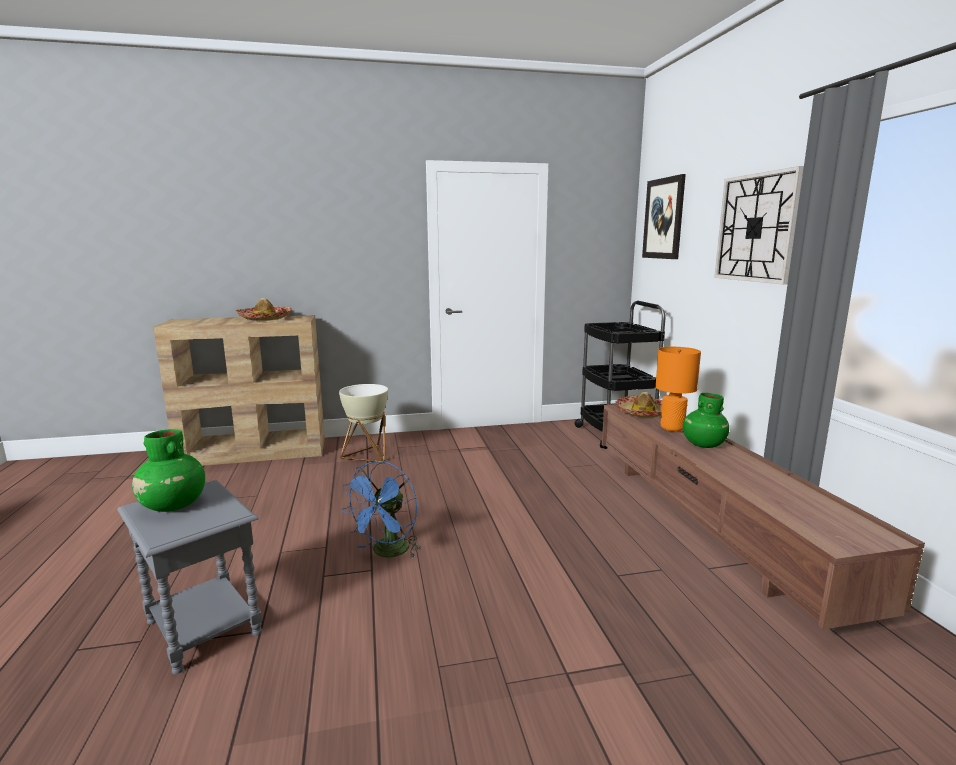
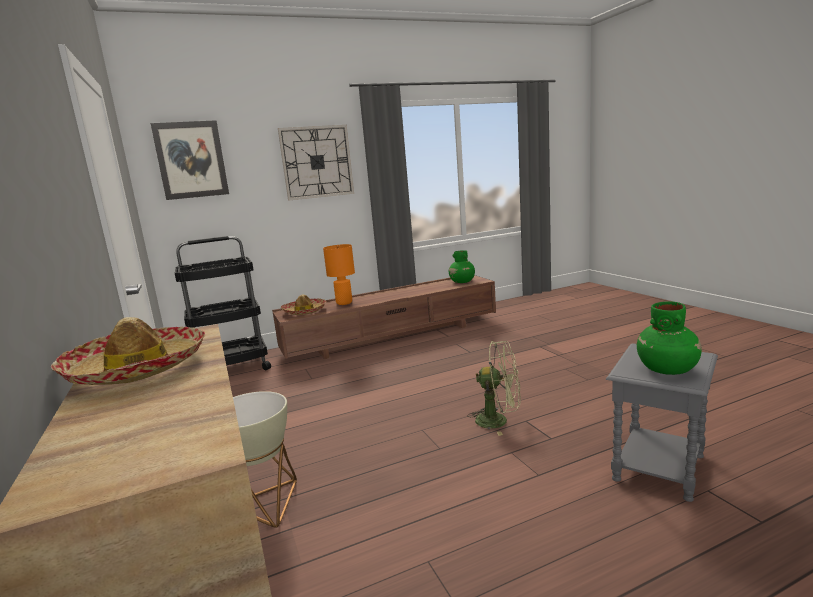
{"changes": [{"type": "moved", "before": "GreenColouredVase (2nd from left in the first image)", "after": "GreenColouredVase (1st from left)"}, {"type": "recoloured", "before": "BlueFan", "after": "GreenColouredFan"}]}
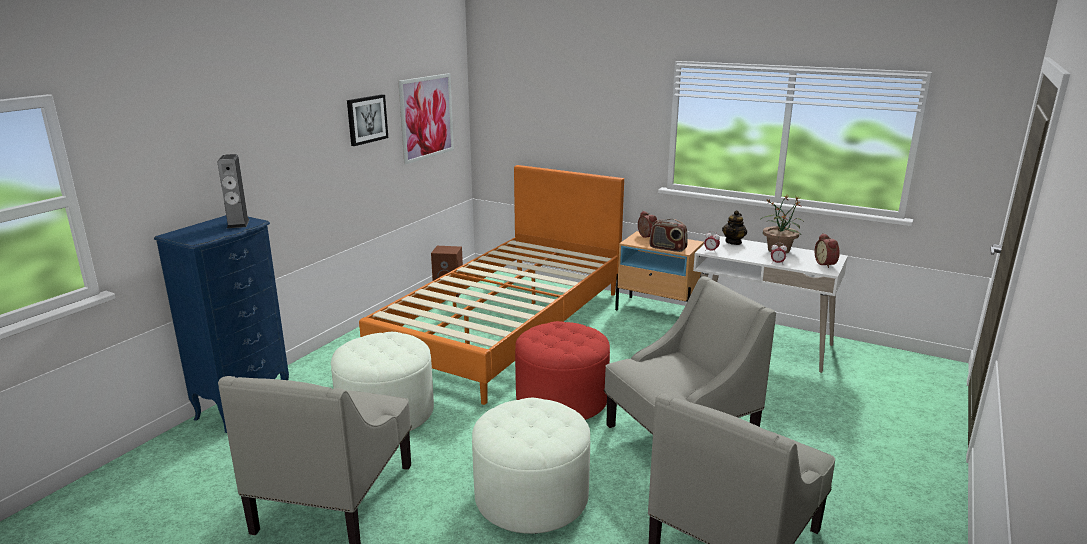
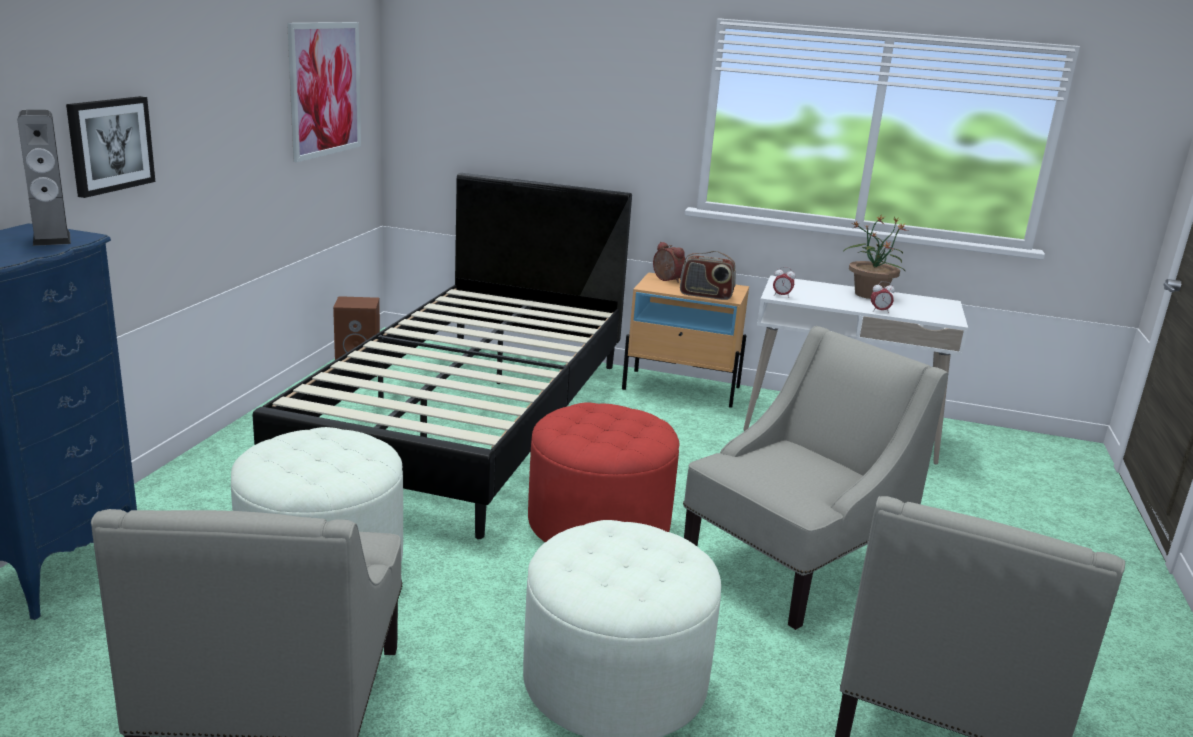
{"changes": [{"type": "removed", "before": "PotForTea"}, {"type": "removed", "before": "BedsideClock (4th from left)"}, {"type": "moved", "before": "WallArt (1st from left)"}, {"type": "recoloured", "before": "OrangeyBedroomBed", "after": "BlackishBedroomBed"}]}
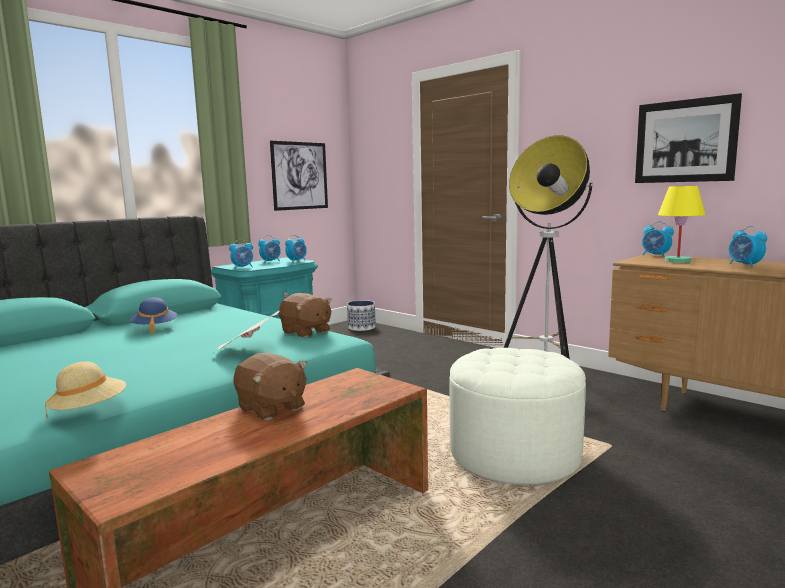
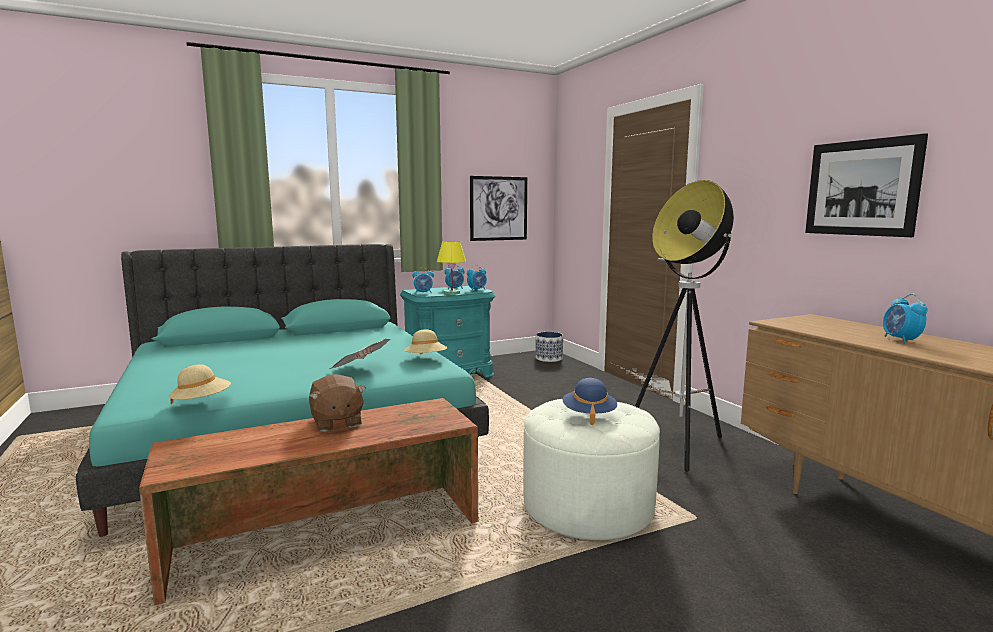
{"changes": [{"type": "removed", "before": "BedsideClock (4th from left)"}, {"type": "moved", "before": "BlueWearableHat"}, {"type": "moved", "before": "YellowColouredTabletopLamp"}, {"type": "replaced", "before": "BrownPlushToy (2nd from left)", "after": "SandColouredWearableHat (2nd from left)"}]}
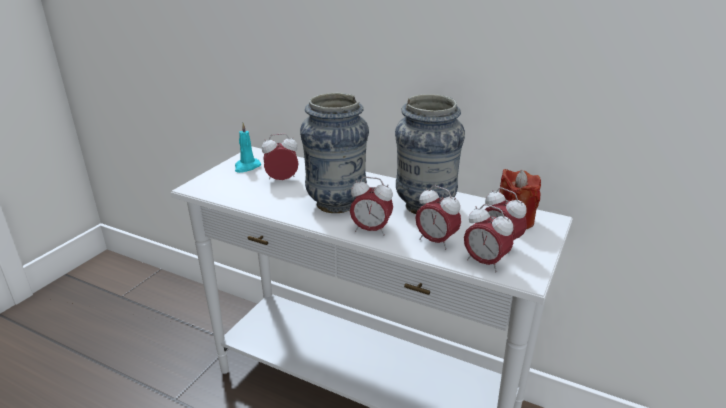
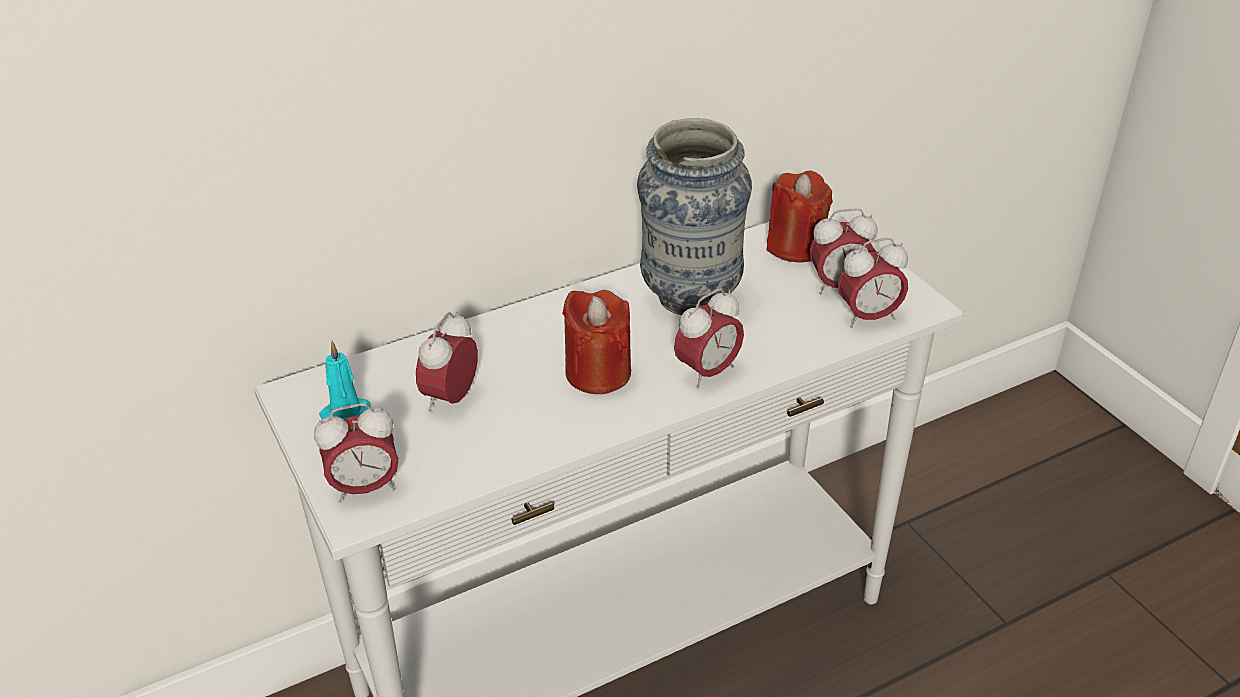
{"changes": [{"type": "moved", "before": "BedsideClock (3rd from left in the first image)", "after": "BedsideClock (1st from left)"}, {"type": "replaced", "before": "Vase (1st from left)", "after": "ReddishCandle (1st from left)"}]}
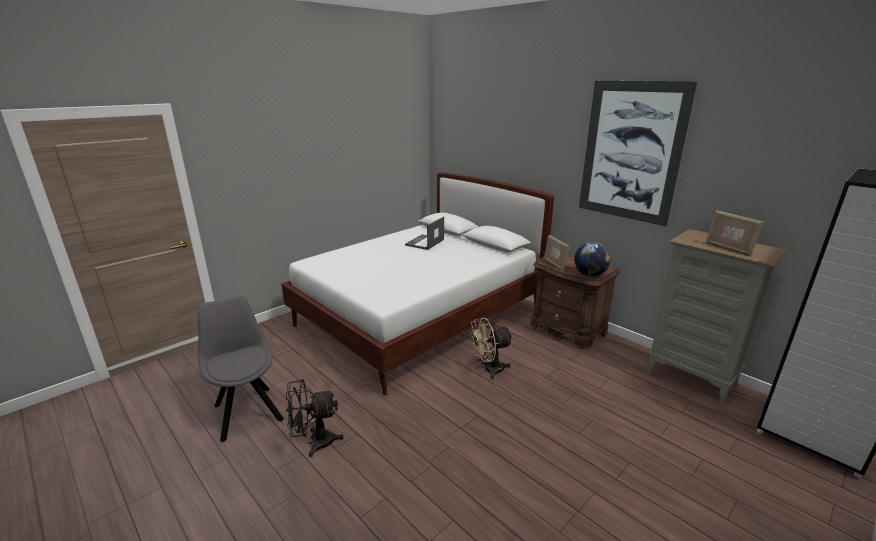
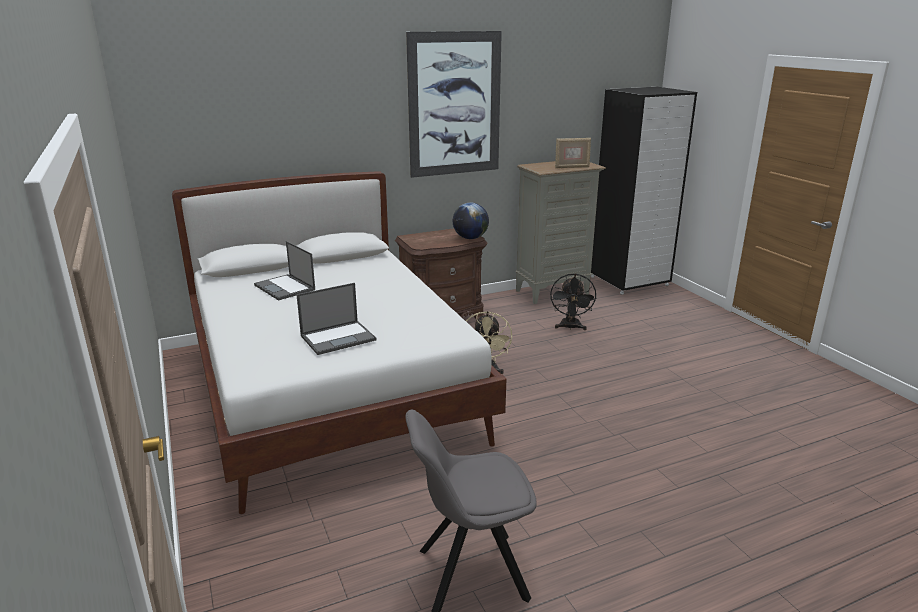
{"changes": [{"type": "removed", "before": "StandingFrame (1st from left)"}, {"type": "added", "after": "Laptop (2nd from left)"}, {"type": "moved", "before": "BlackishFan"}]}
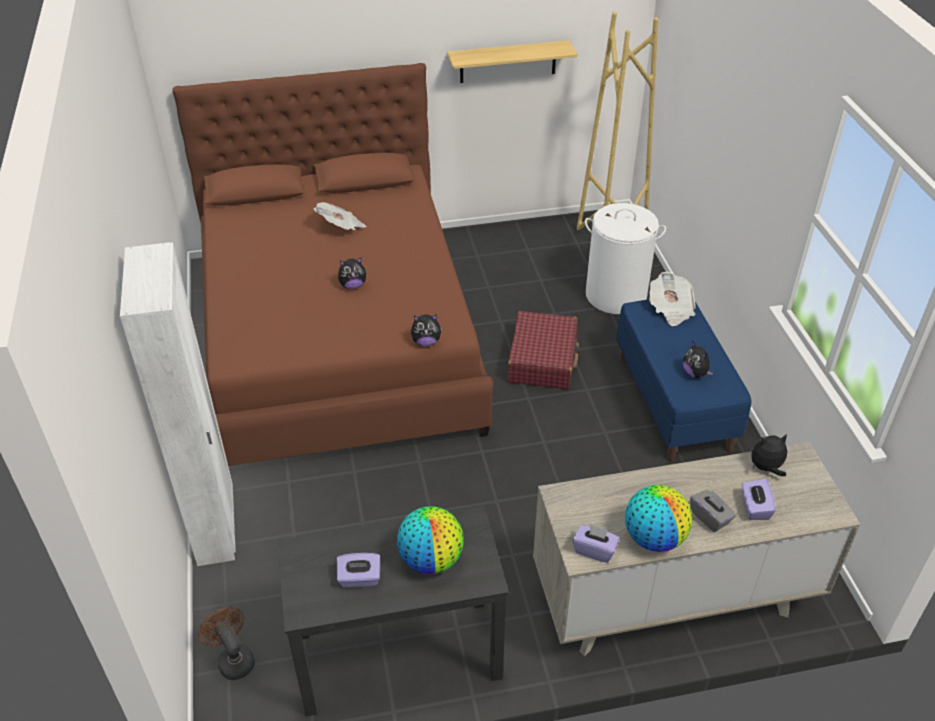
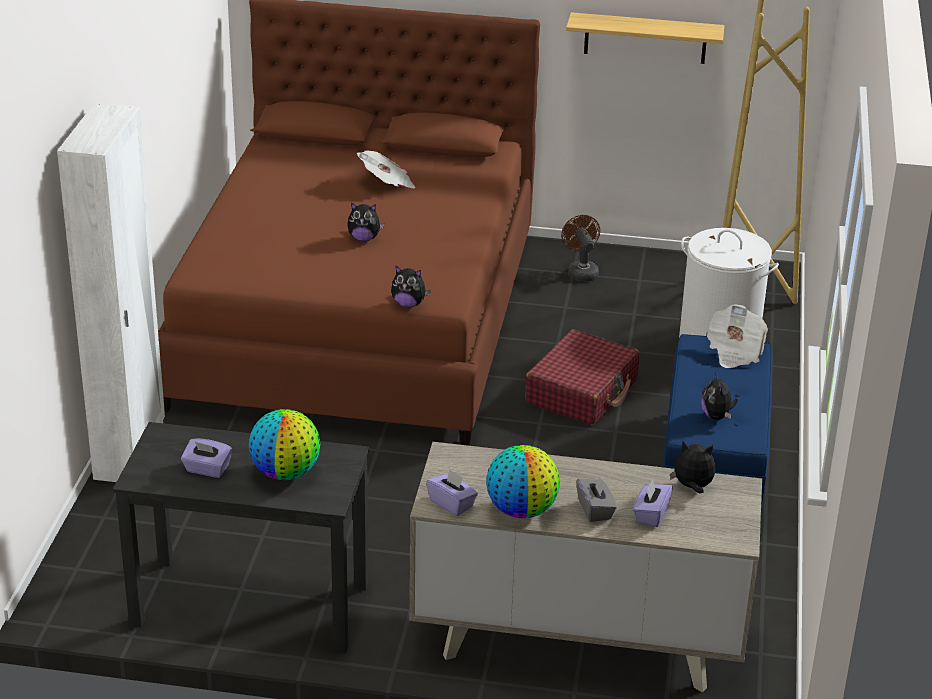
{"changes": [{"type": "moved", "before": "BrownFan"}]}
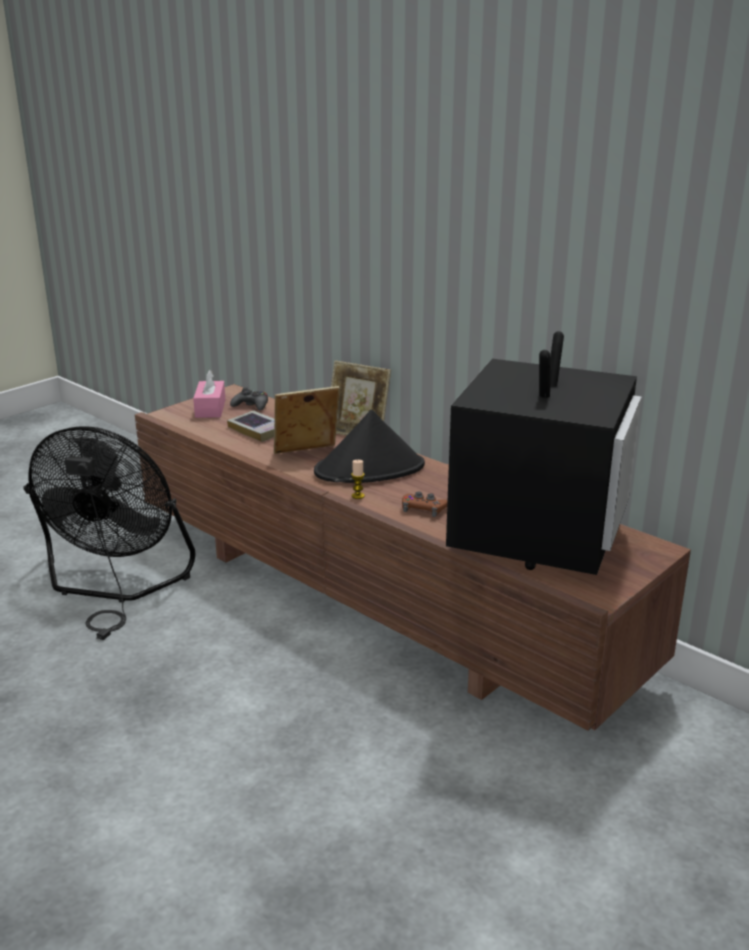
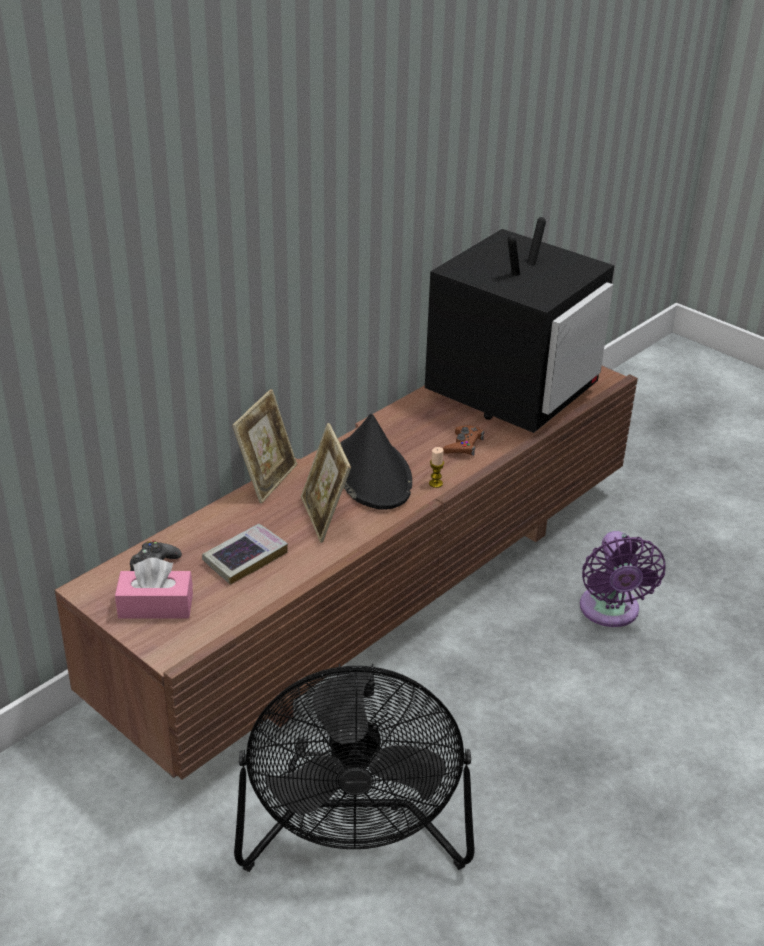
{"changes": [{"type": "added", "after": "PurpleColouredFan"}, {"type": "turned", "before": "BlackishFan", "turn": -105}, {"type": "turned", "before": "Tv", "turn": 105}]}
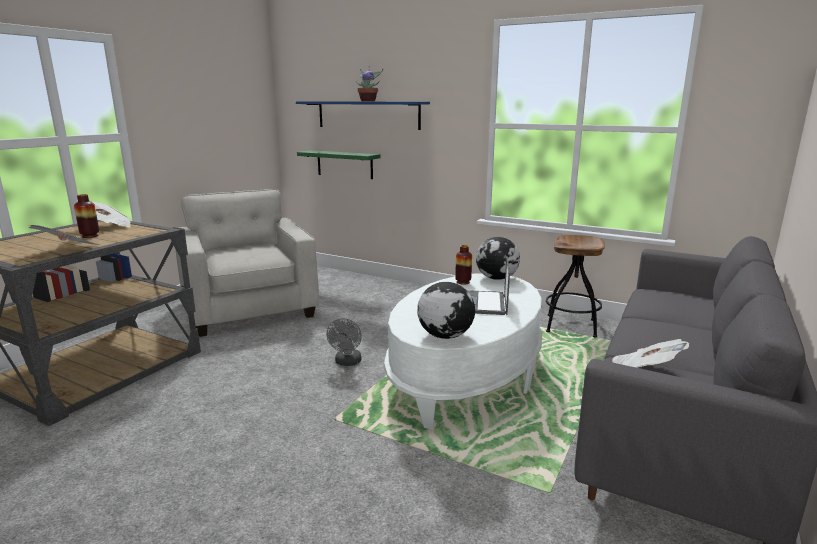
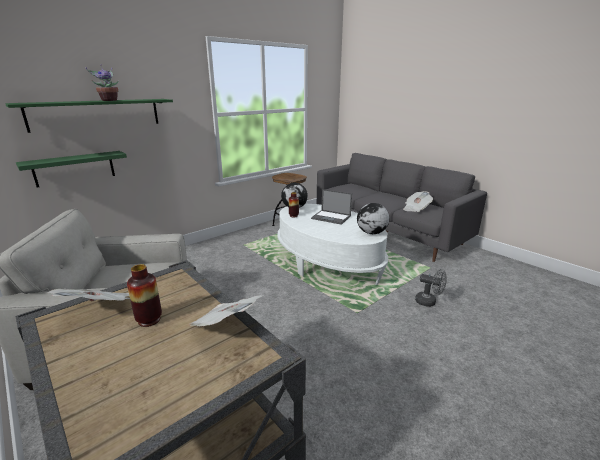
{"changes": [{"type": "moved", "before": "GreyishFan"}, {"type": "recoloured", "before": "BlueBracketShelf", "after": "GreenColouredBracketShelf (2nd from left)"}]}
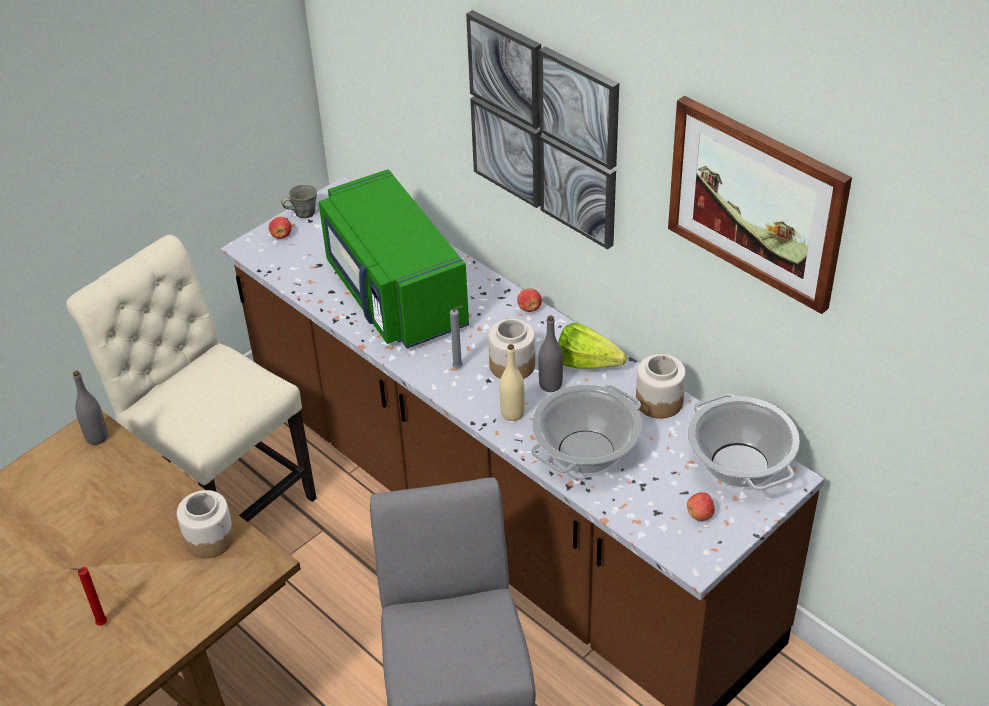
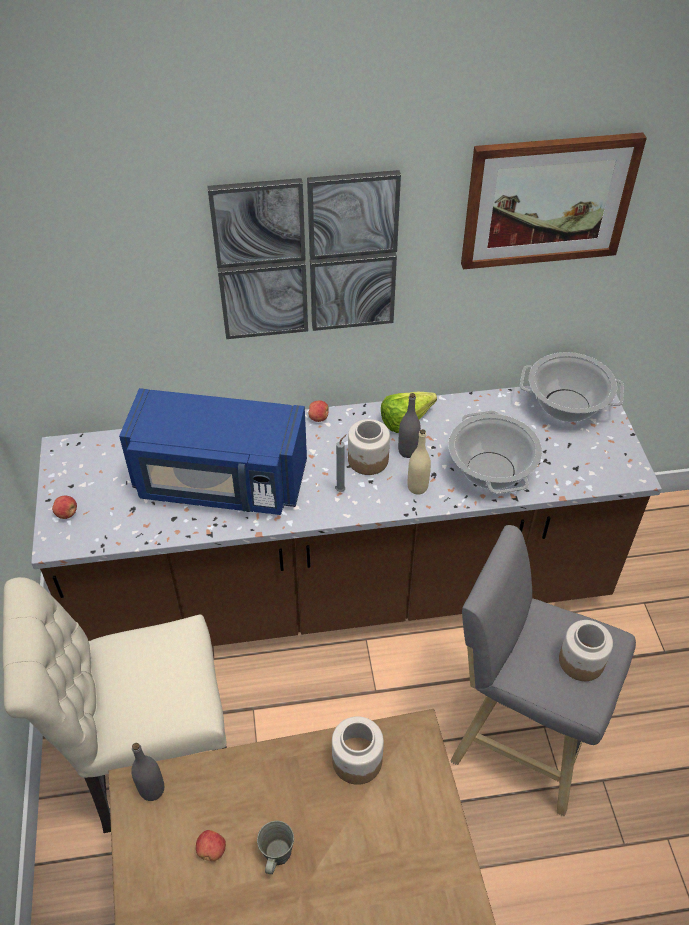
{"changes": [{"type": "removed", "before": "ReddishCandle"}, {"type": "moved", "before": "GreyishMug"}, {"type": "moved", "before": "Jar (3rd from left)"}, {"type": "moved", "before": "Apple (3rd from left in the first image)", "after": "Apple (2nd from left)"}, {"type": "recoloured", "before": "GreenColouredKitchenMicrowave", "after": "BlueKitchenMicrowave"}]}
